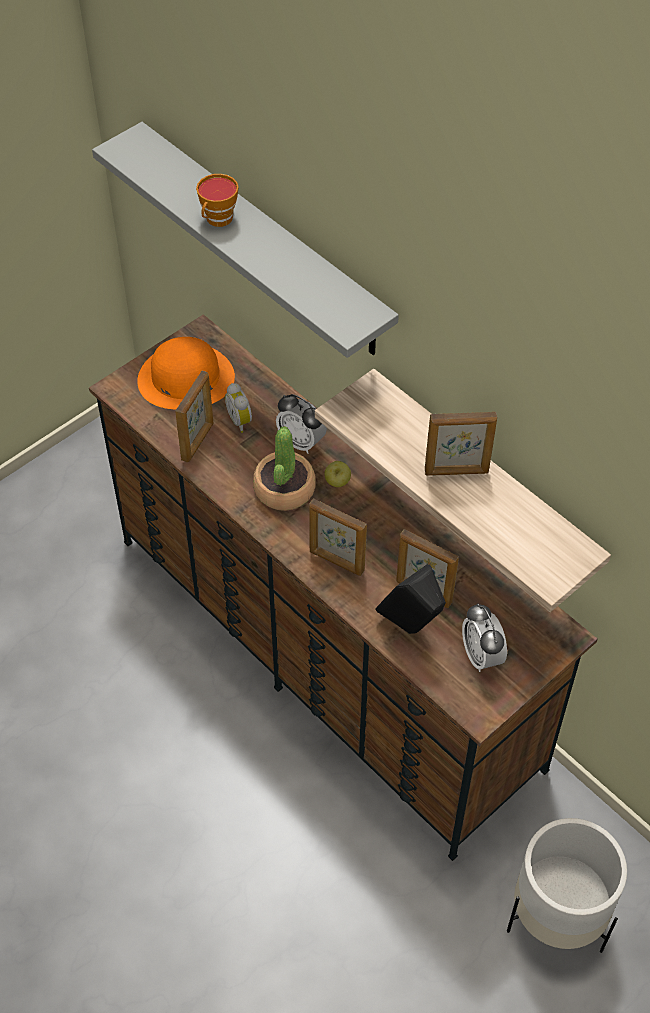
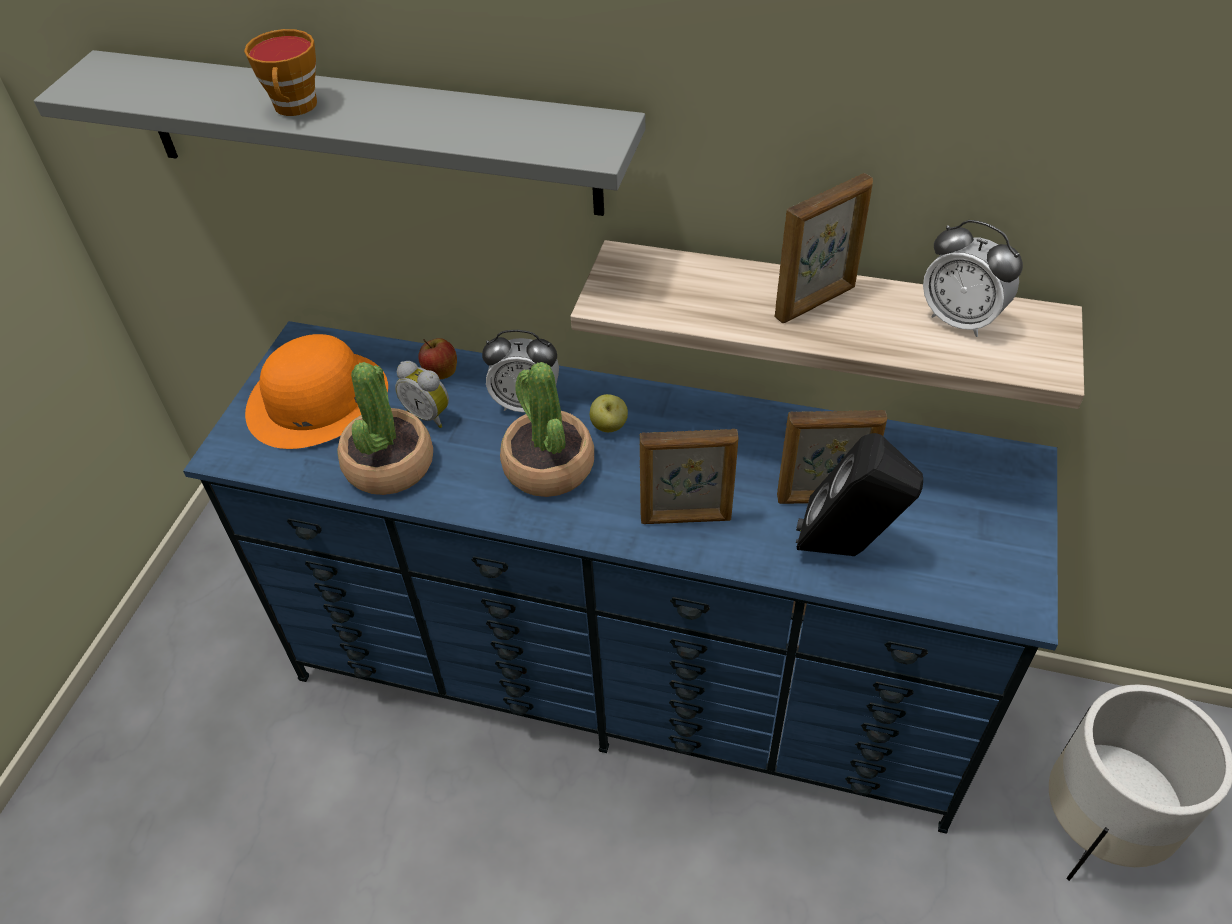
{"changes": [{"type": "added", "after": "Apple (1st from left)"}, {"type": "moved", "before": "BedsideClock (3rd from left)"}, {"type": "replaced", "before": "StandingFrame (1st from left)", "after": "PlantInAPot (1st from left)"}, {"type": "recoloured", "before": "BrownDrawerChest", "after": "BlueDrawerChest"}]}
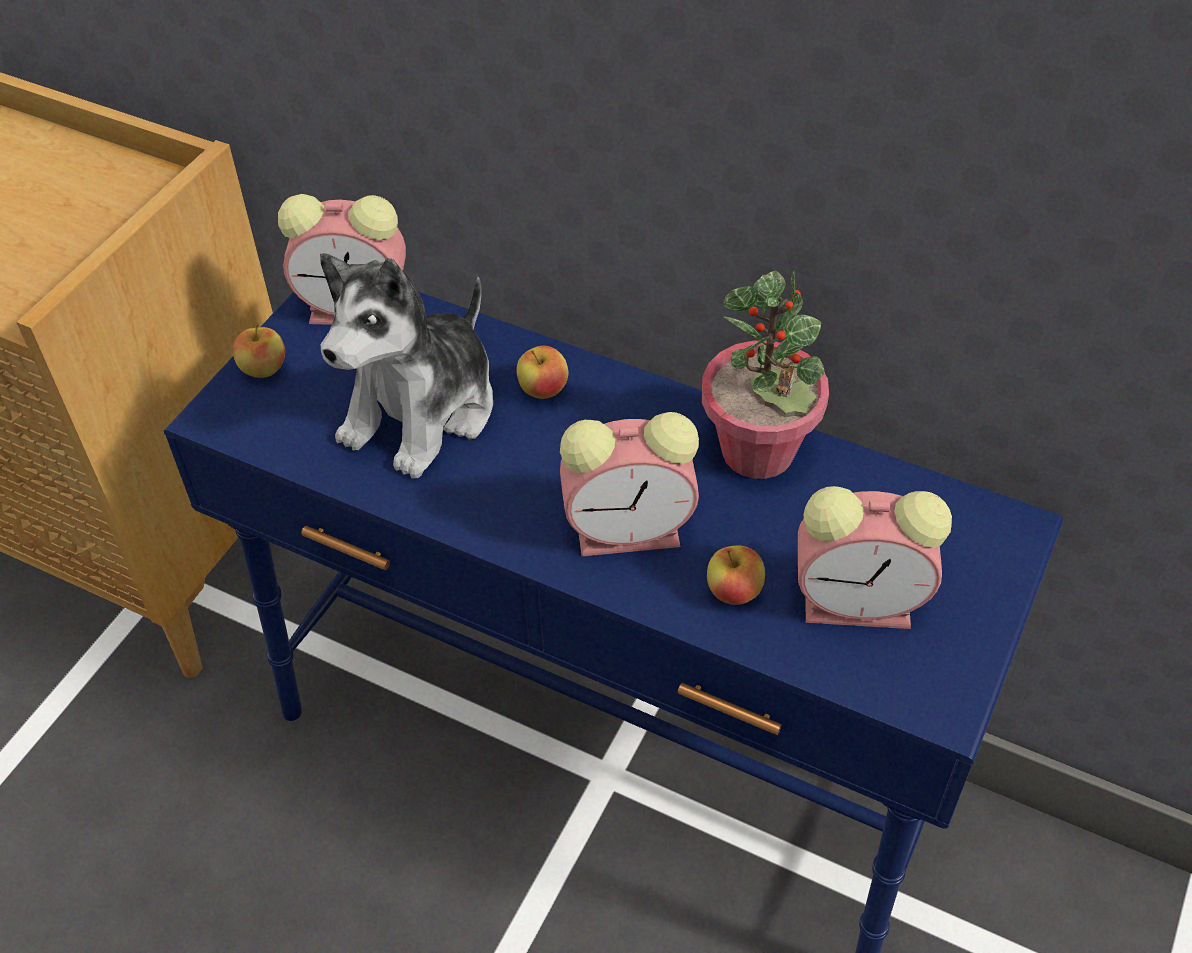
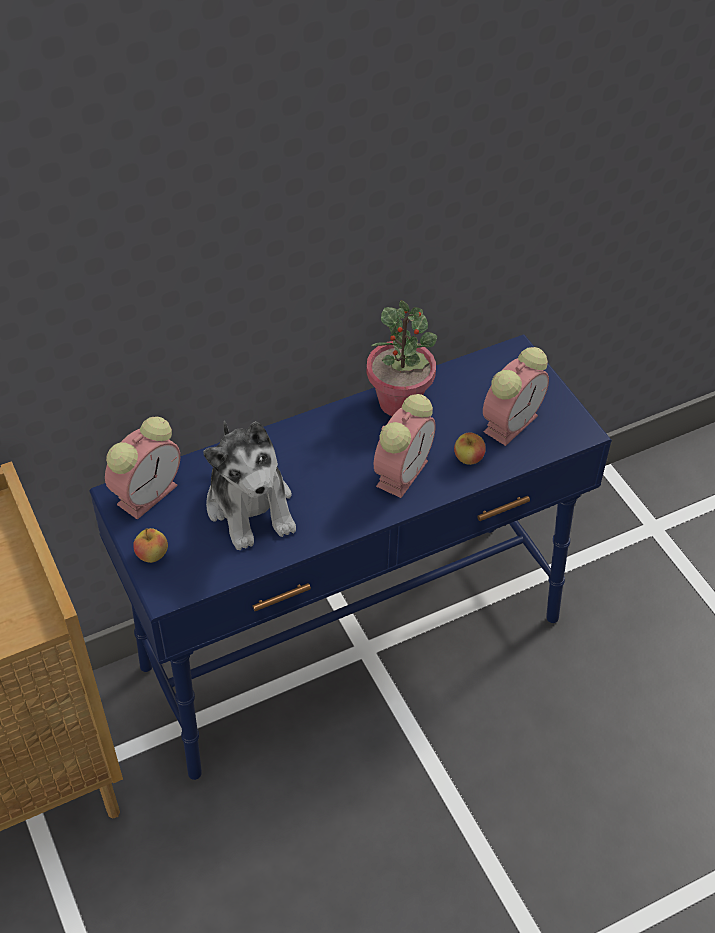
{"changes": [{"type": "removed", "before": "Apple (2nd from left)"}]}
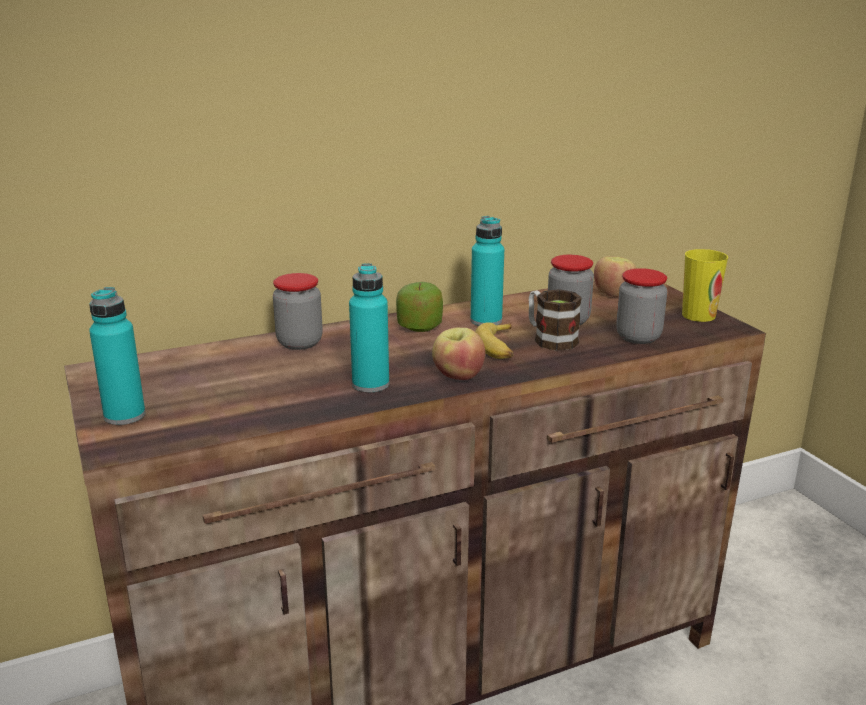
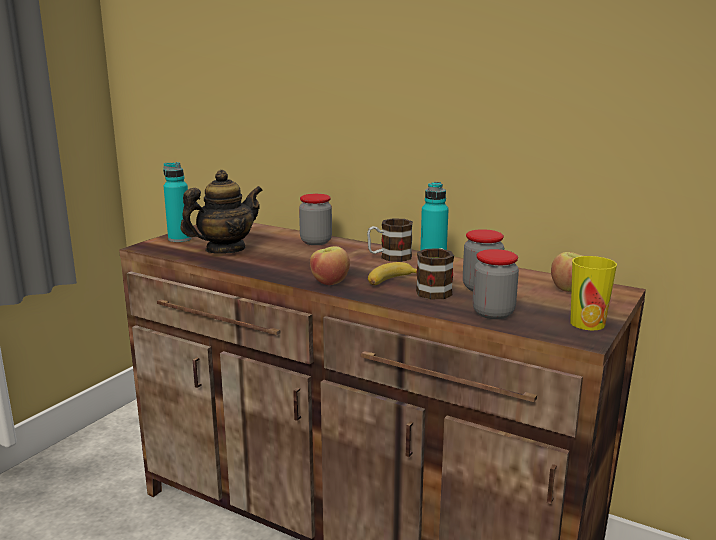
{"changes": [{"type": "removed", "before": "BlueGreenBeverageBottle (2nd from left)"}, {"type": "added", "after": "PotForTea"}, {"type": "replaced", "before": "Apple (1st from left)", "after": "Mug (1st from left)"}]}
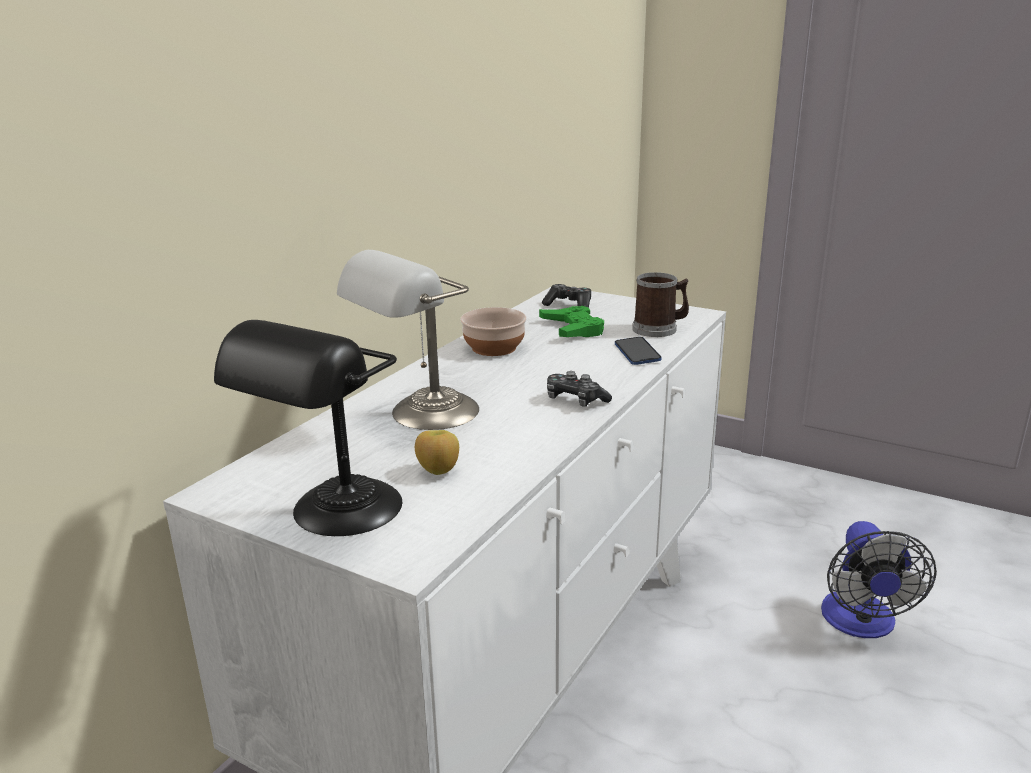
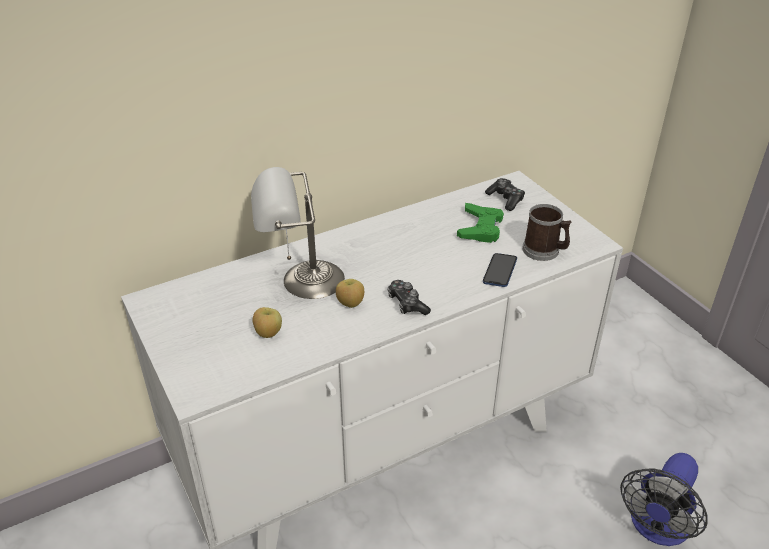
{"changes": [{"type": "removed", "before": "BlackishTabletopLamp"}, {"type": "removed", "before": "DeepDish"}, {"type": "added", "after": "Apple (2nd from left)"}]}
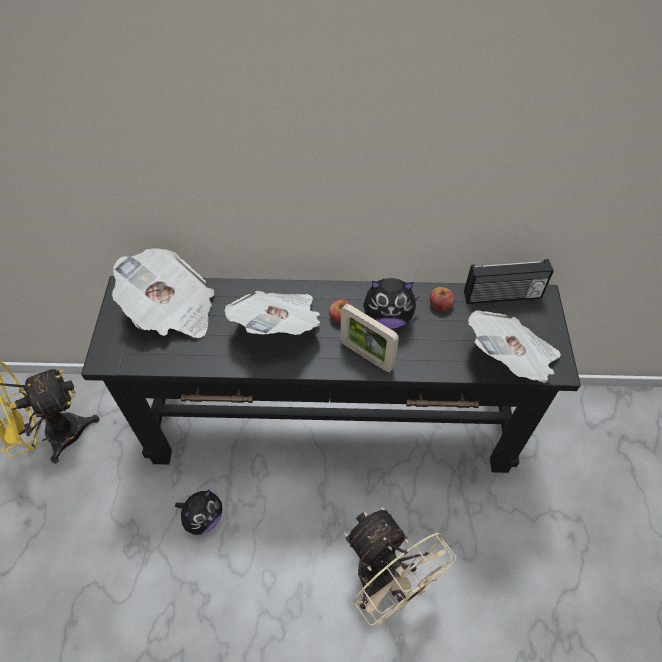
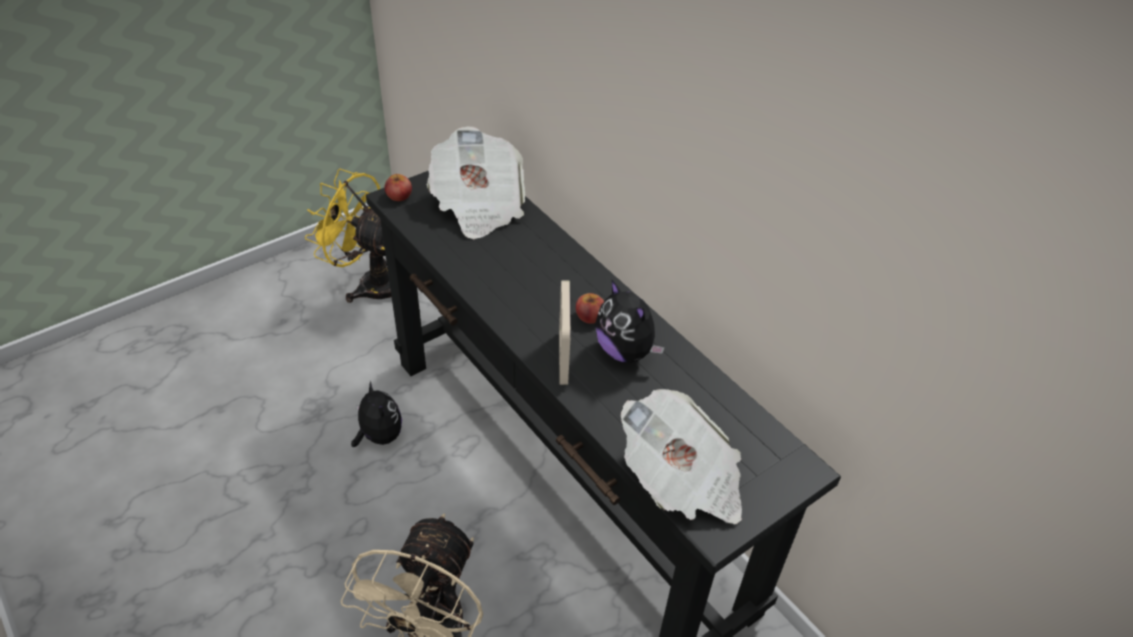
{"changes": [{"type": "removed", "before": "PrintedPaper (2nd from left)"}, {"type": "removed", "before": "Radio"}, {"type": "moved", "before": "Apple (2nd from left in the first image)", "after": "Apple (1st from left)"}, {"type": "turned", "before": "PlushToy (1st from left)", "turn": -120}]}
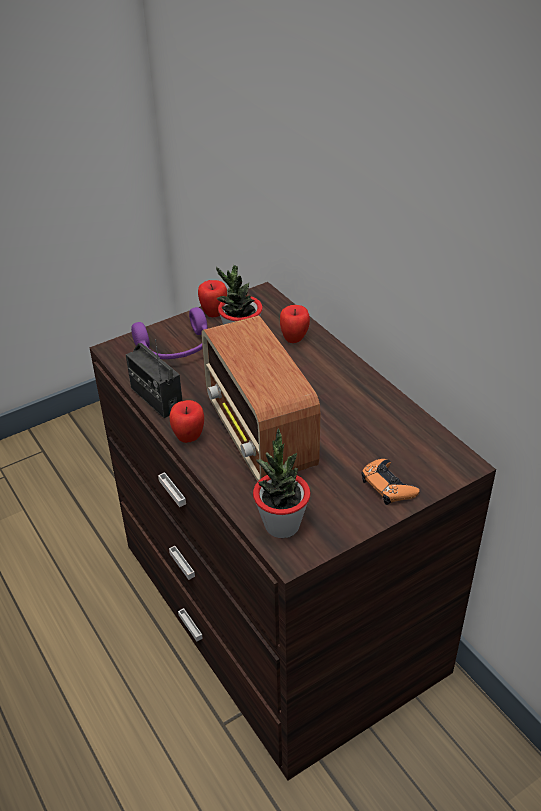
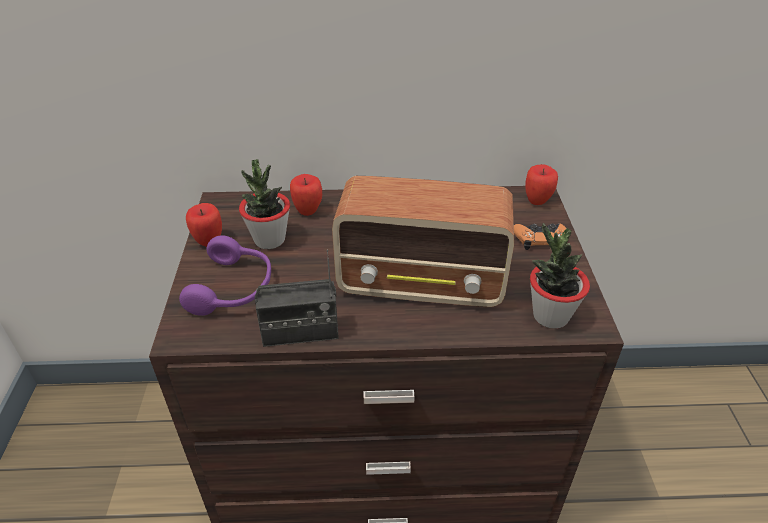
{"changes": [{"type": "moved", "before": "Apple (1st from left in the first image)", "after": "Apple (3rd from left)"}]}
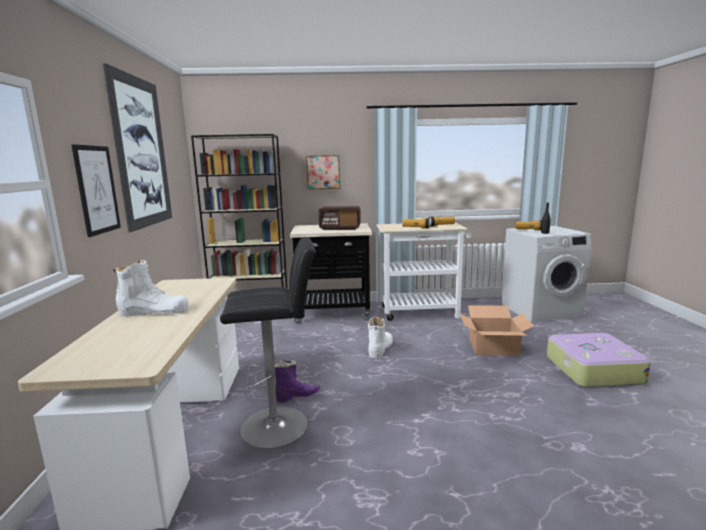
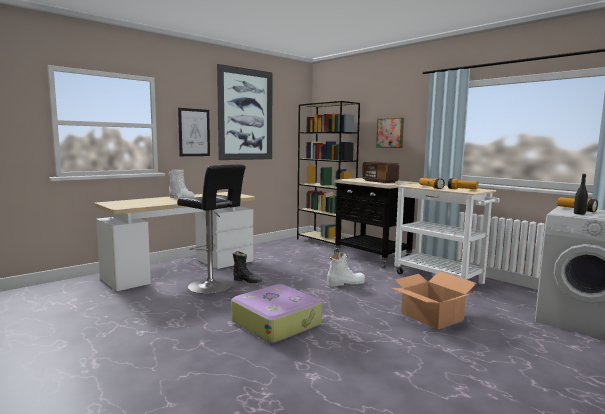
{"changes": [{"type": "moved", "before": "PieceOfLuggage"}, {"type": "recoloured", "before": "PurpleColouredTallBoot", "after": "BlackishTallBoot"}]}
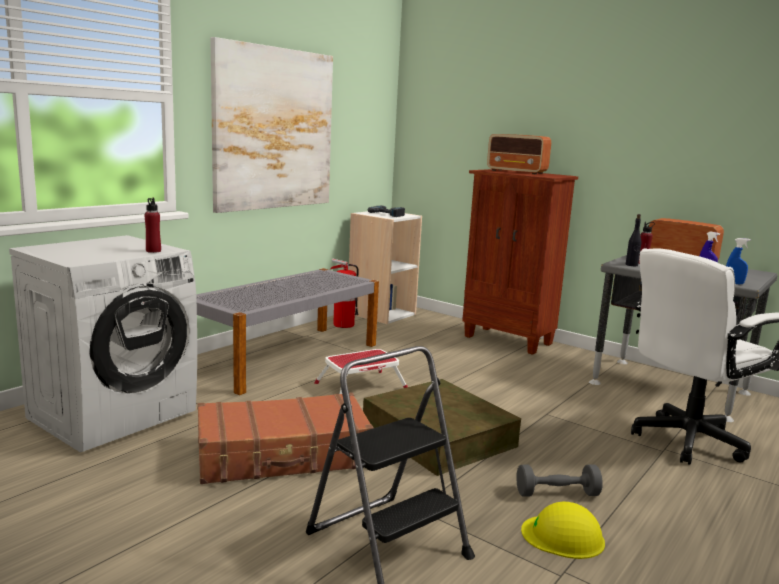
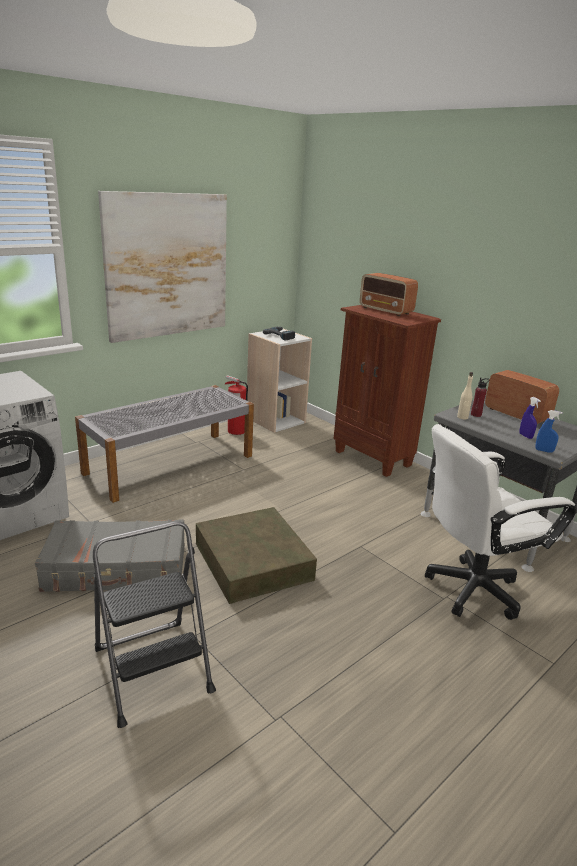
{"changes": [{"type": "removed", "before": "ReddishBeverageBottle (1st from left)"}, {"type": "removed", "before": "ReddishStepStool"}, {"type": "removed", "before": "GreyishFreeWeight"}, {"type": "removed", "before": "YellowColouredHardHat"}, {"type": "recoloured", "before": "BrownPieceOfLuggage", "after": "GreyishPieceOfLuggage"}, {"type": "recoloured", "before": "BlackishBeverageBottle", "after": "SandColouredBeverageBottle"}]}
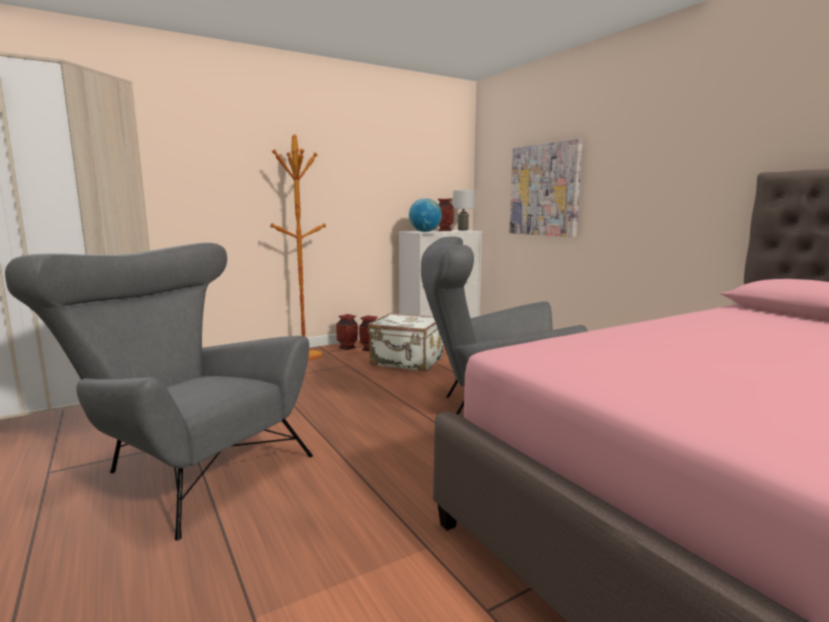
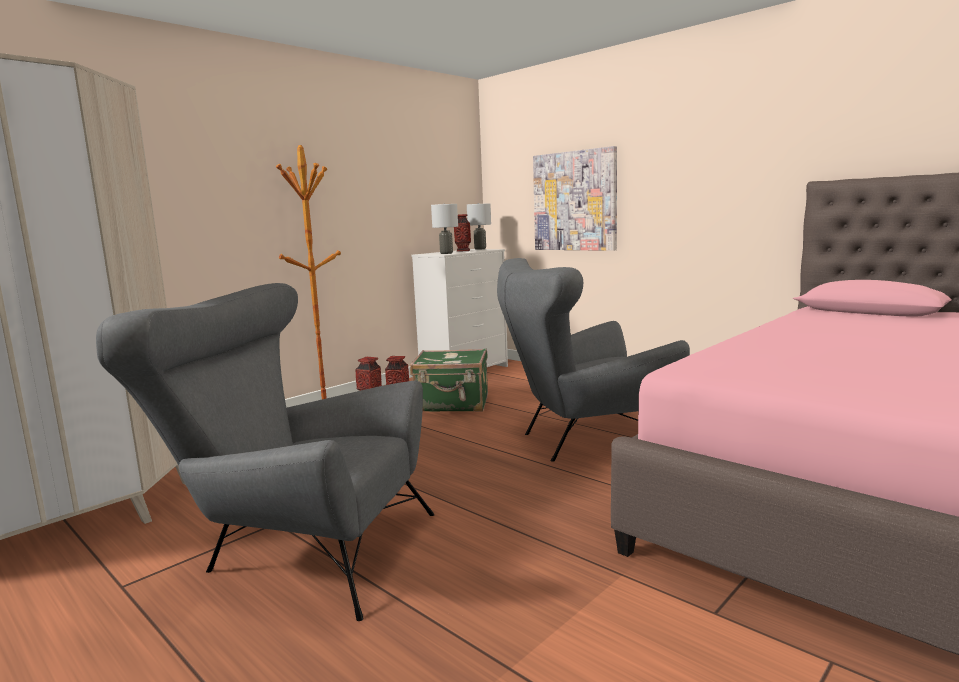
{"changes": [{"type": "replaced", "before": "DeskGlobe", "after": "WhitishTabletopLamp (1st from left)"}, {"type": "recoloured", "before": "WhitishPieceOfLuggage", "after": "GreenColouredPieceOfLuggage"}]}
